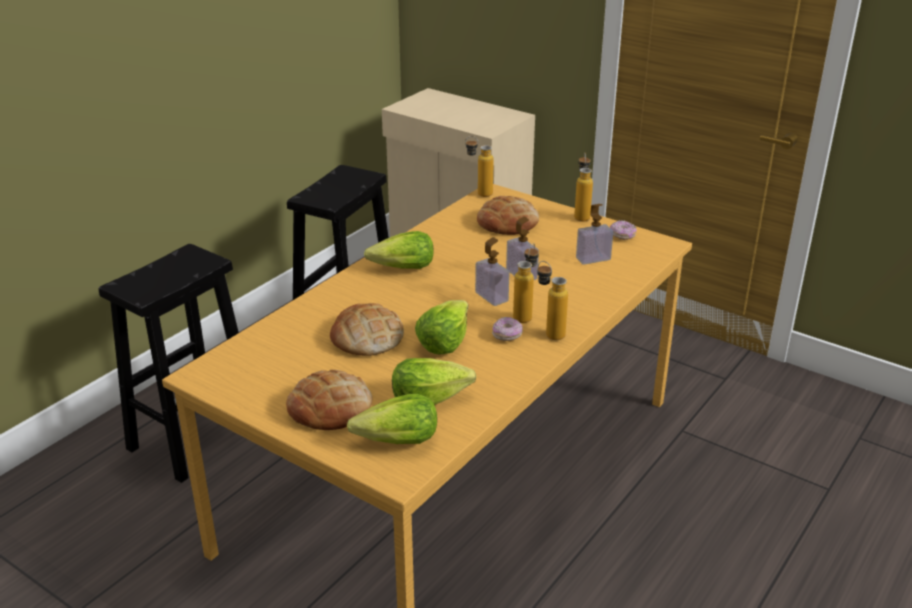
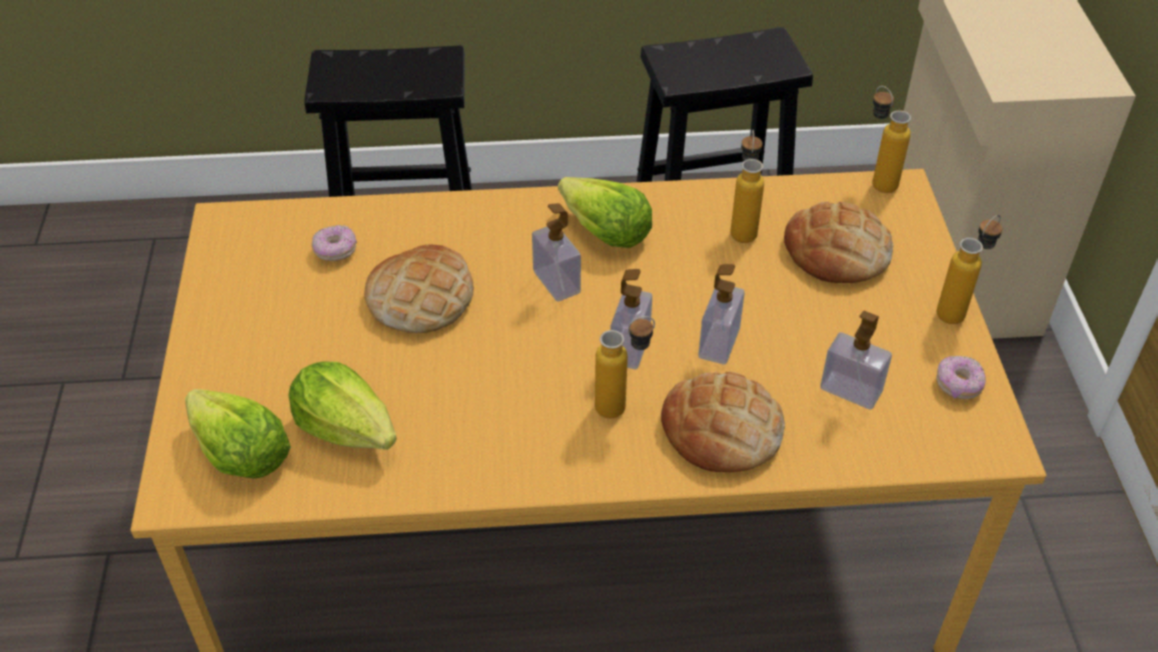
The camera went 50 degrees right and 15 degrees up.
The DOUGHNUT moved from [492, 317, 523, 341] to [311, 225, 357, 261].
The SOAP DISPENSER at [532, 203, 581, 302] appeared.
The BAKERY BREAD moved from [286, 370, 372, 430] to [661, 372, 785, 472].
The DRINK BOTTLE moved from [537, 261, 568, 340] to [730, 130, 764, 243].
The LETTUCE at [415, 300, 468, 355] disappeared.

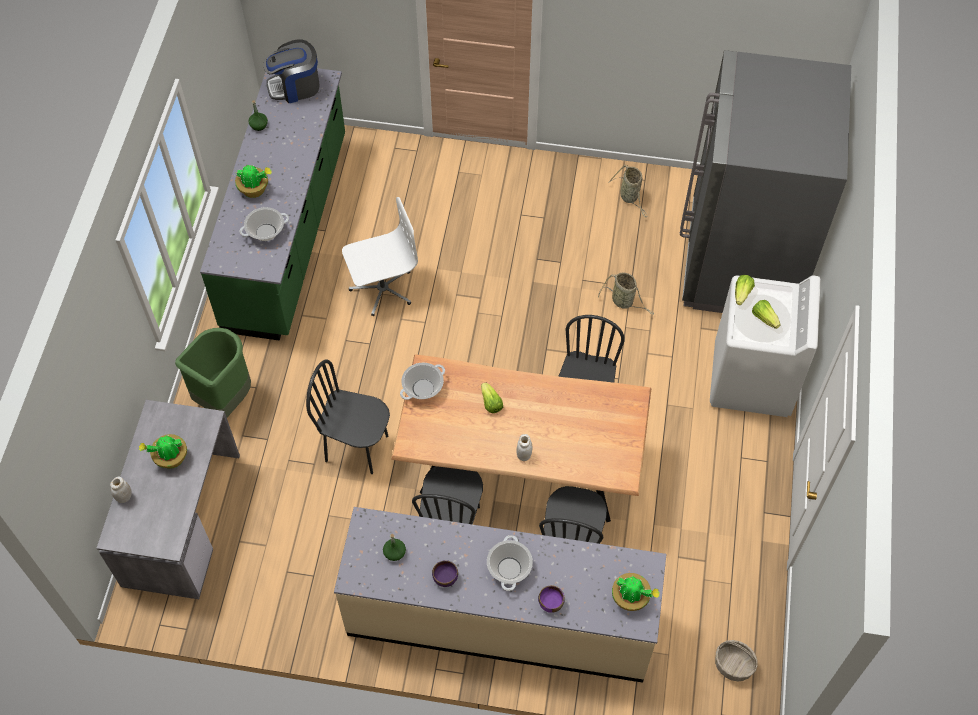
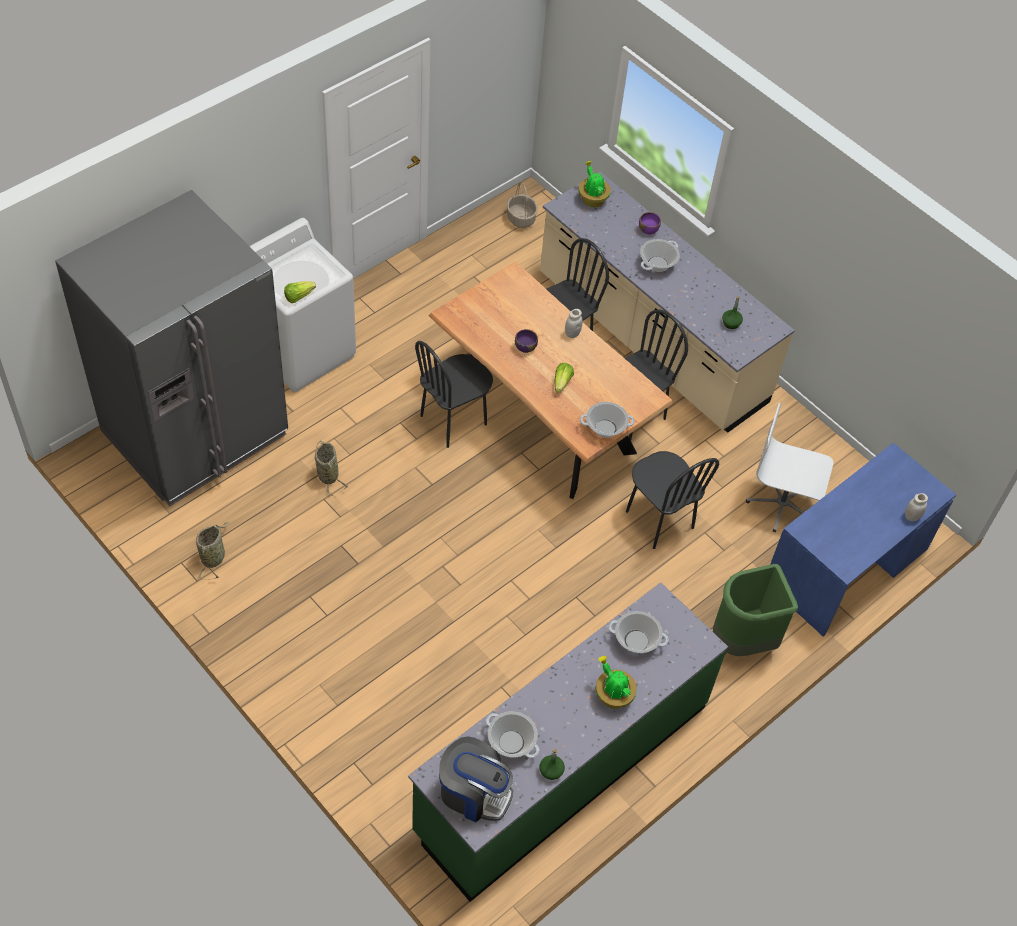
The camera went 145 degrees left and 5 degrees down.
The COOKING POT at [486, 711, 539, 758] appeared.
The PURPLE DEEP DISH moved from [432, 560, 458, 587] to [515, 329, 538, 353].
The WHITE OFFICE CHAIR moved from [342, 197, 418, 316] to [746, 403, 833, 532].
The GREYISH DESK UNIT at [96, 400, 240, 599] became the BLUISH DESK UNIT at [770, 443, 956, 637].
The HOUSEPLANT at [139, 434, 187, 469] disappeared.
The LETTUCE at [752, 300, 781, 329] disappeared.

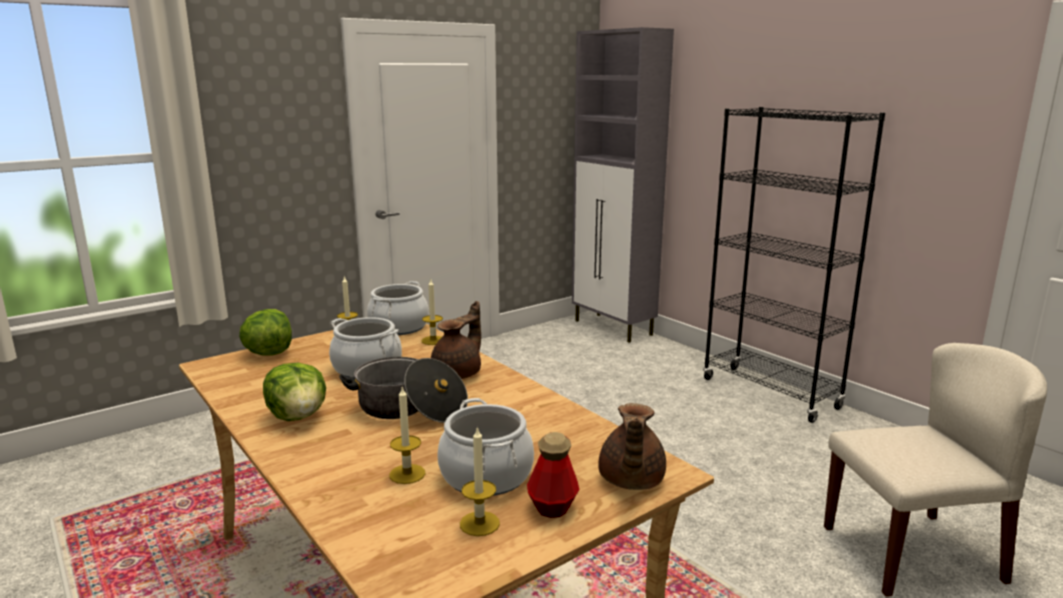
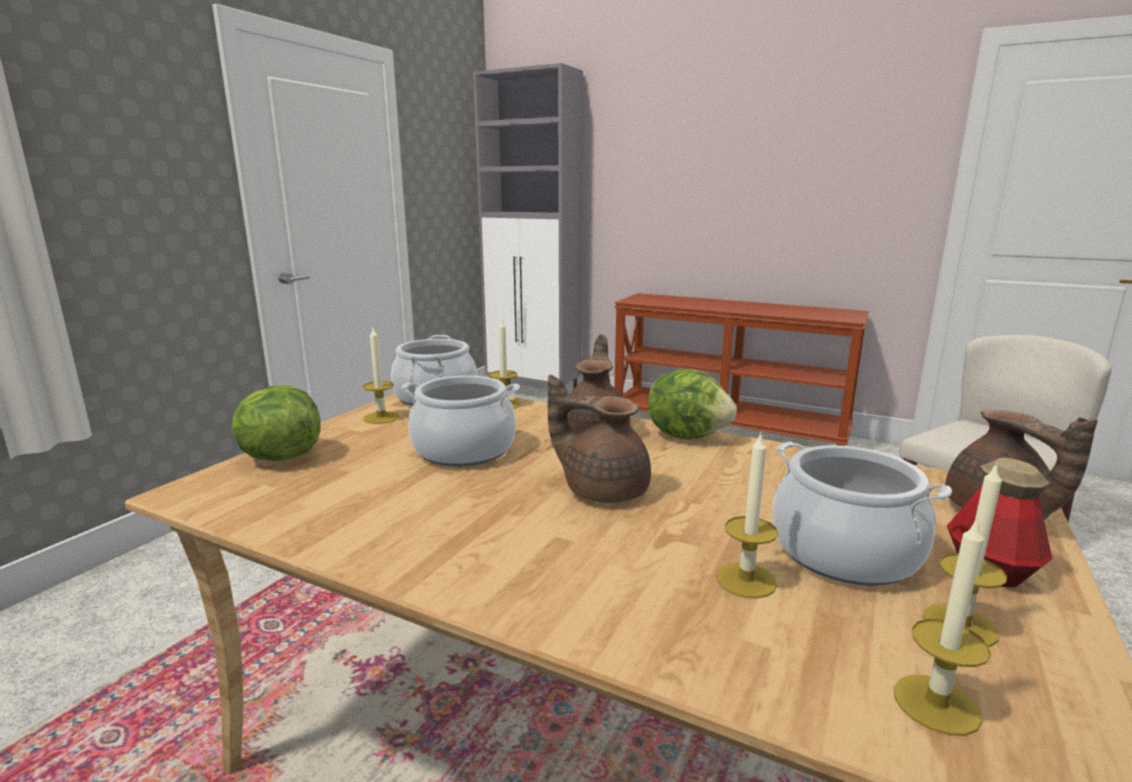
The camera went 25 degrees left and 0 degrees up.
The COOKING POT at [339, 357, 468, 423] was replaced by the BROWN POT FOR TEA at [548, 375, 651, 503].
The BLACKISH BOOKSHELF at [703, 107, 885, 423] was replaced by the BROWN NARROW TABLE at [614, 293, 869, 446].
The LETTUCE moved from [263, 363, 326, 421] to [648, 369, 737, 440].
The WAX LIGHT at [894, 517, 991, 736] appeared.

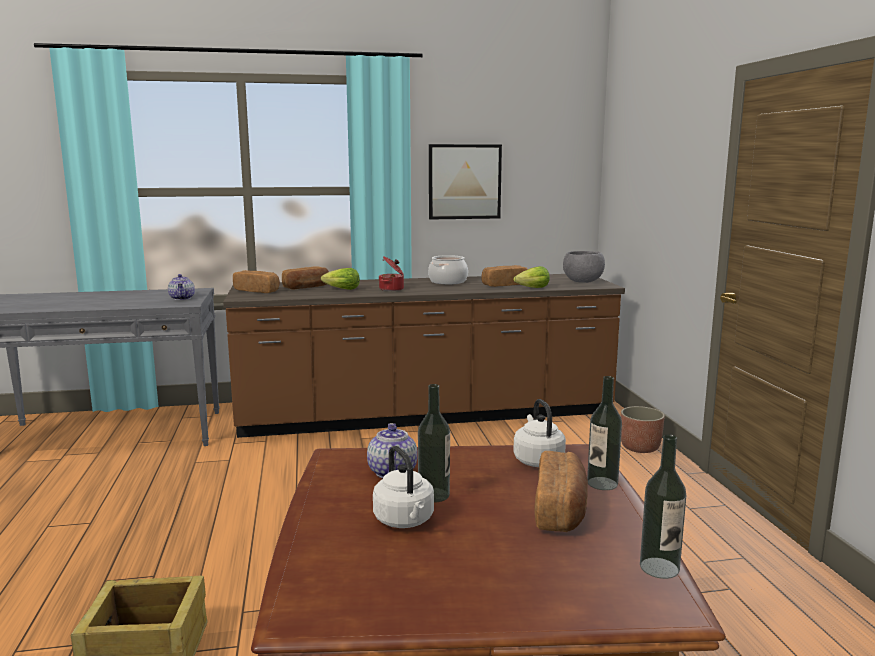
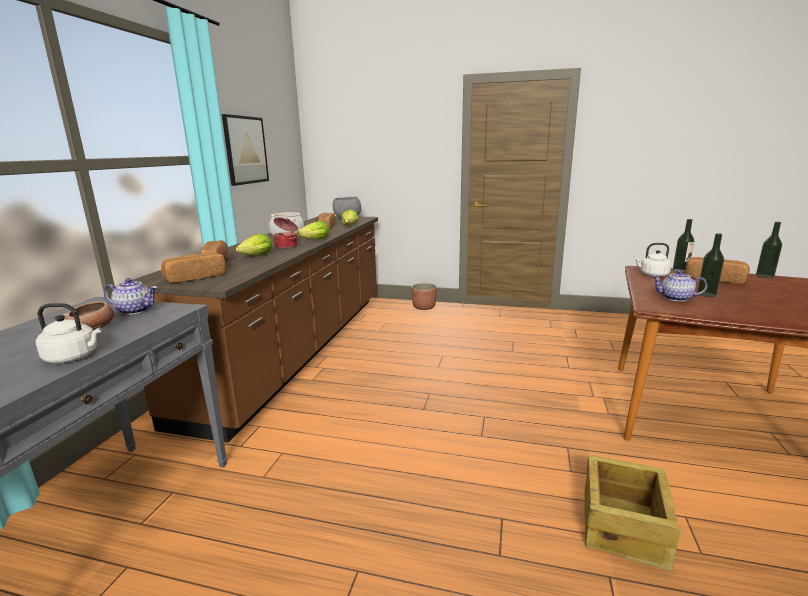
The camera went 65 degrees left and 5 degrees up.
The WHITE KETTLE moved from [373, 446, 434, 528] to [36, 303, 101, 363].
The DEEP DISH at [64, 301, 115, 331] appeared.
The LETTUCE at [297, 221, 329, 239] appeared.

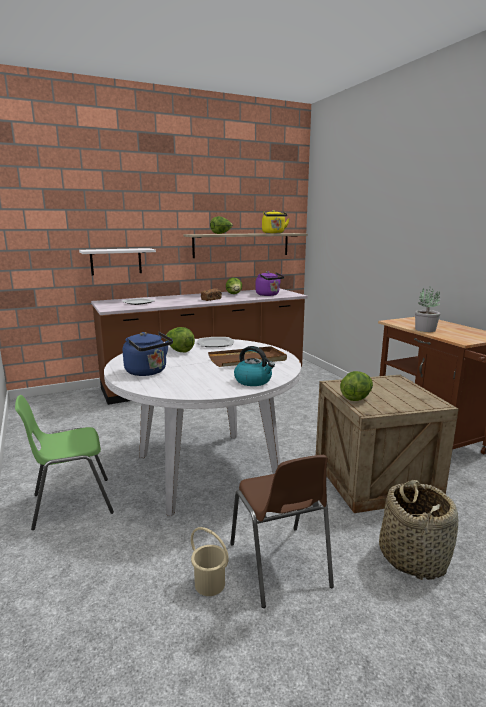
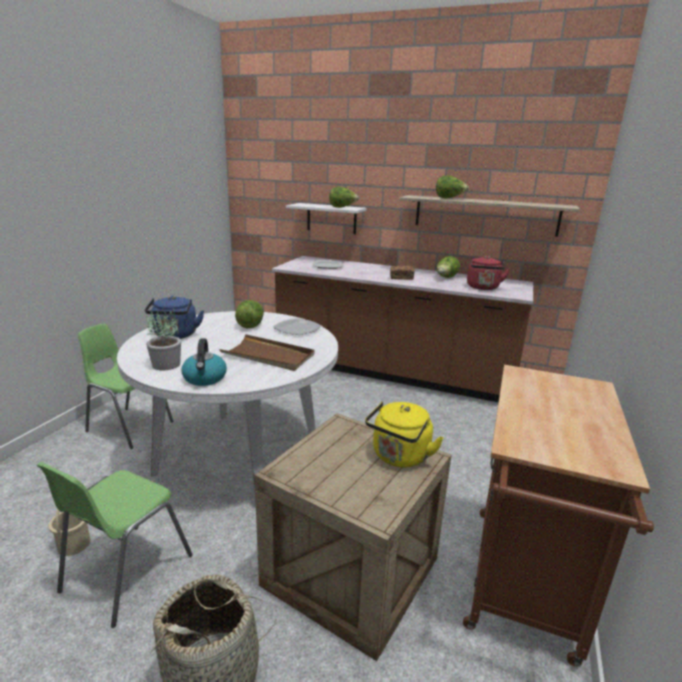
The camera went 45 degrees right and 5 degrees up.
The BROWN CHAIR at [230, 455, 334, 608] became the GREEN-COLOURED CHAIR at [37, 462, 193, 628].
The HOUSEPLANT moved from [415, 287, 440, 332] to [146, 307, 181, 370].
The LETTUCE moved from [340, 371, 373, 401] to [329, 187, 359, 208].
The YELLOWISH KETTLE moved from [262, 210, 290, 234] to [365, 402, 444, 467].
The PURPLE KETTLE at [256, 271, 284, 296] became the REDDISH KETTLE at [467, 256, 510, 290].

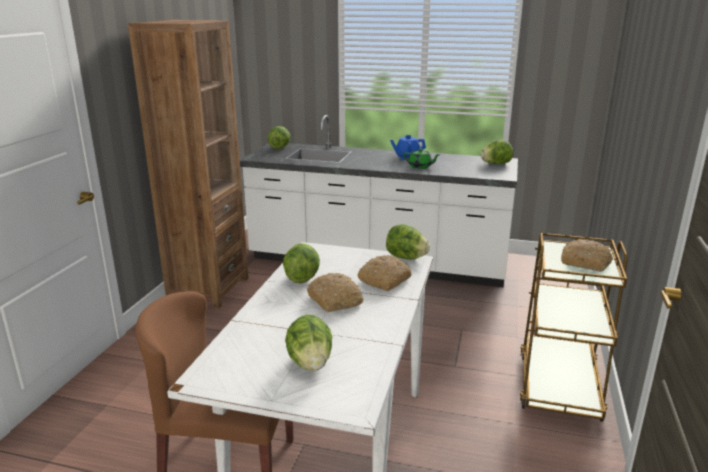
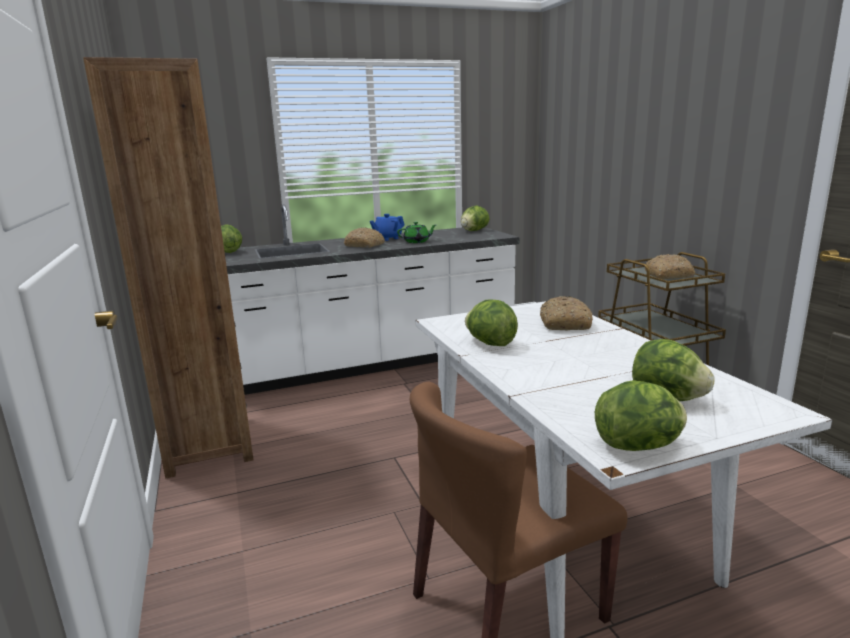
The camera went 35 degrees left and 5 degrees down.
The BAKERY BREAD moved from [307, 273, 363, 312] to [344, 228, 385, 248].
The LETTUCE moved from [386, 224, 430, 260] to [595, 380, 687, 451].

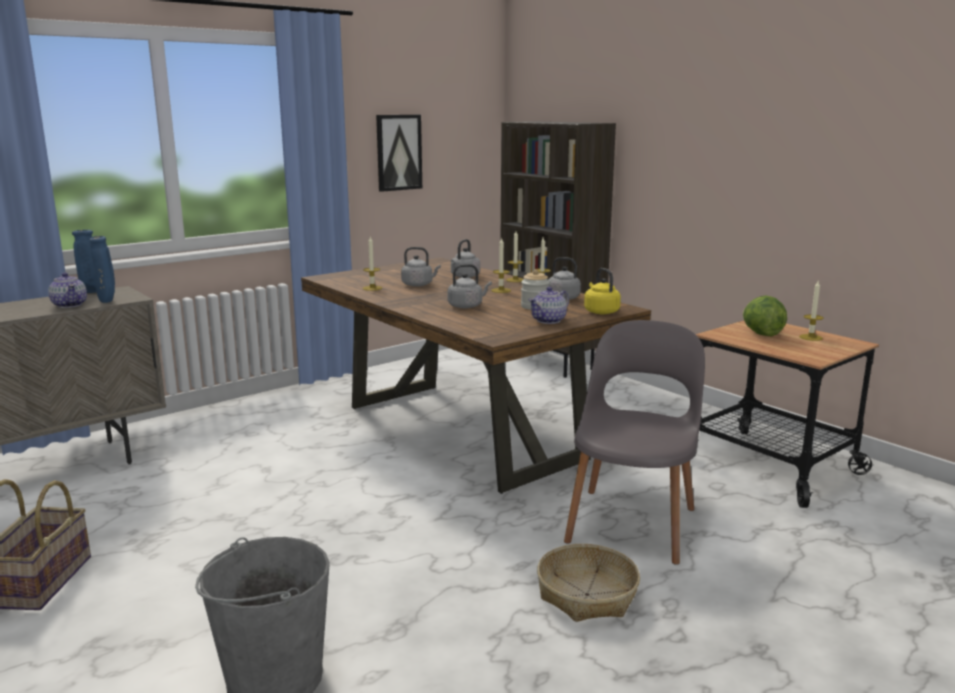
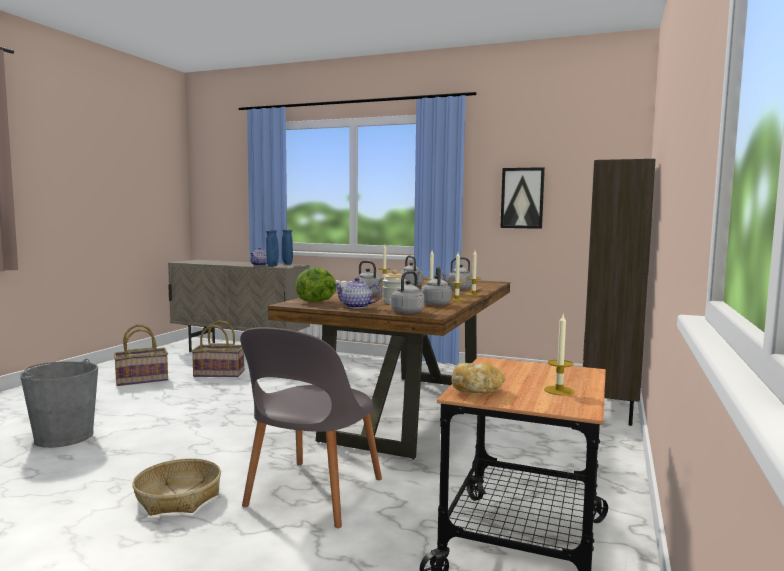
The camera went 60 degrees right and 10 degrees down.
The HOUSEHOLD BASKET at [192, 320, 244, 377] appeared.
The GREYISH CHAIR at [564, 320, 705, 565] turned 120 degrees clockwise.
The LETTUCE moved from [743, 296, 787, 336] to [295, 267, 337, 302].
The YELLOWISH KETTLE at [584, 268, 621, 314] became the GREYISH KETTLE at [391, 271, 426, 314].
The BAKERY BREAD at [452, 363, 506, 393] appeared.

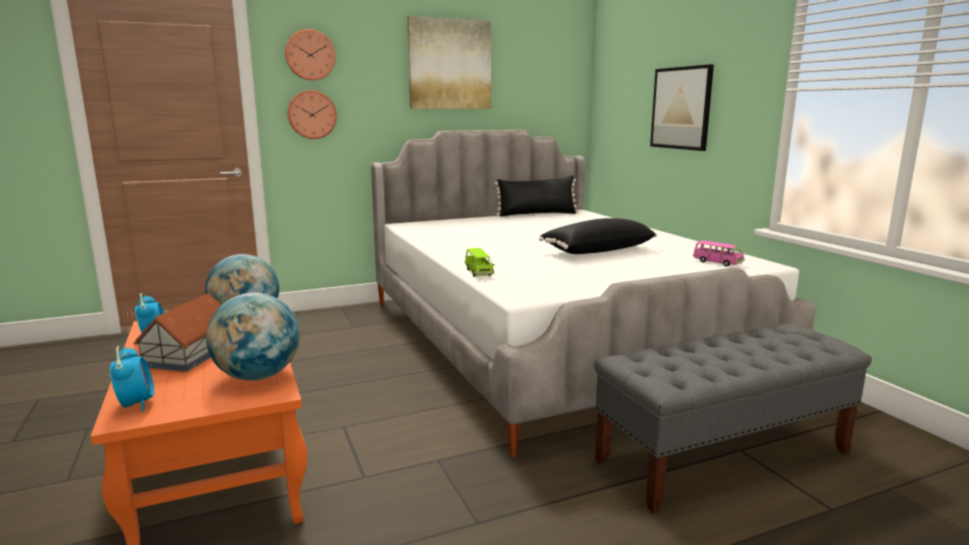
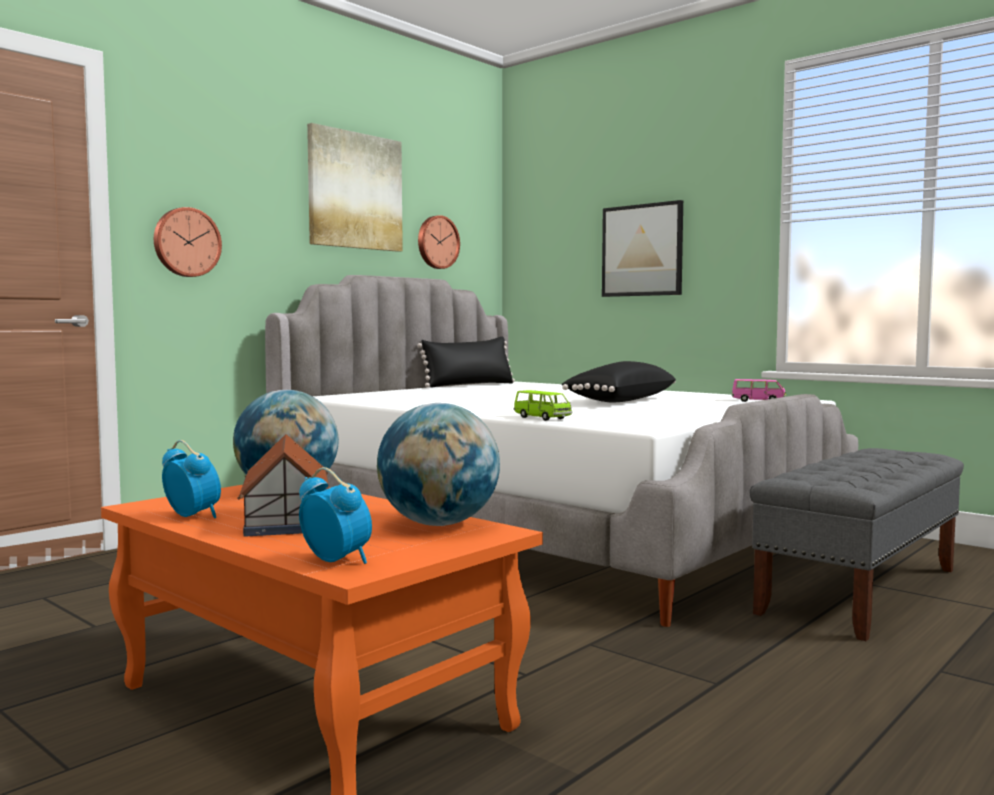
The camera went 25 degrees left and 10 degrees down.
The CLOCK ON THE WALL moved from [285, 29, 335, 80] to [418, 215, 460, 269].

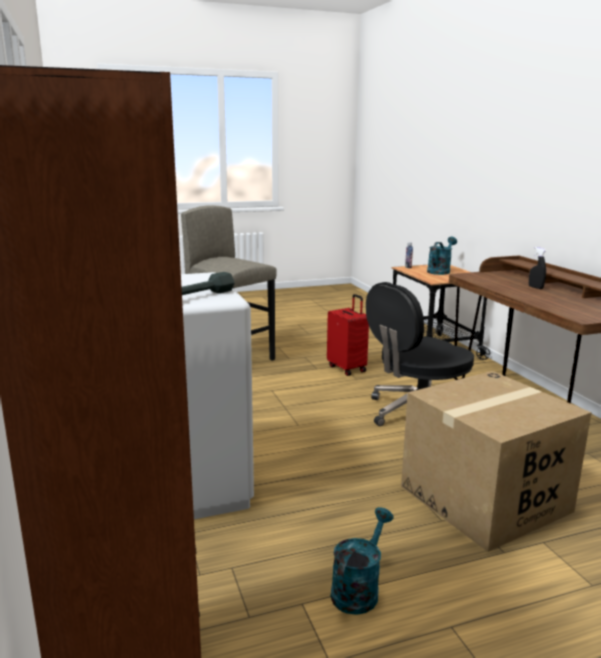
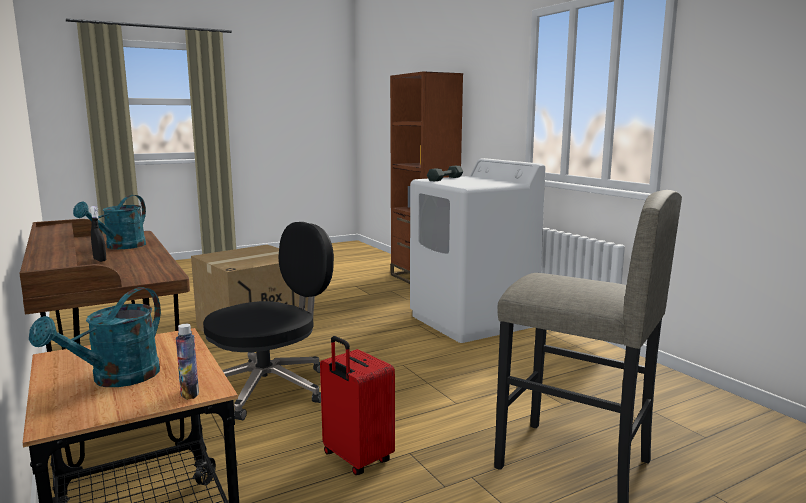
The camera went 170 degrees right and 5 degrees down.
The BLUE-GREEN WATERING POT moved from [331, 507, 394, 615] to [73, 195, 146, 249].

